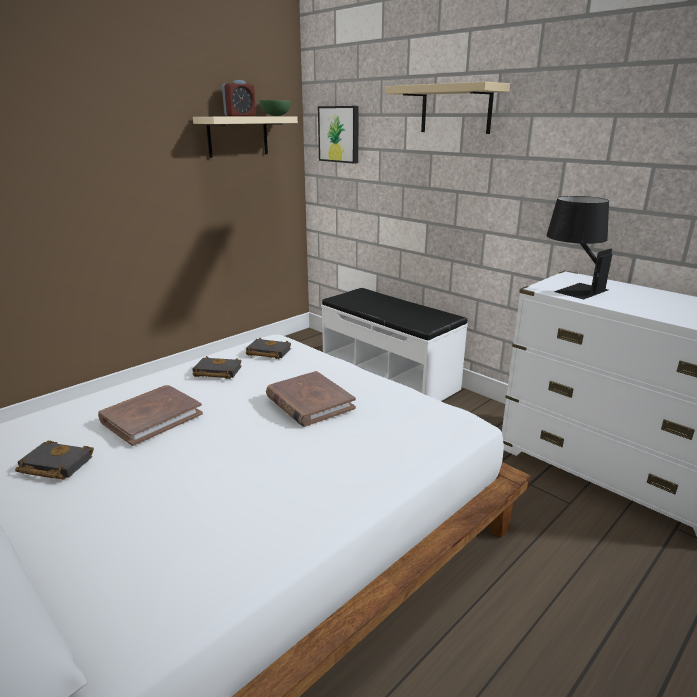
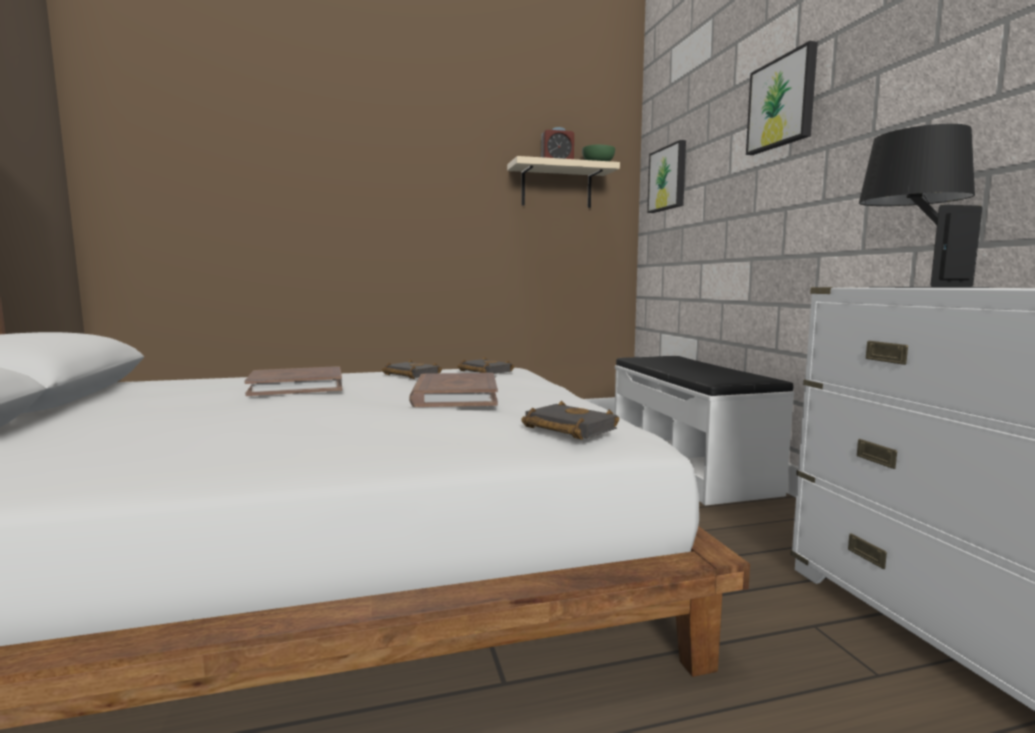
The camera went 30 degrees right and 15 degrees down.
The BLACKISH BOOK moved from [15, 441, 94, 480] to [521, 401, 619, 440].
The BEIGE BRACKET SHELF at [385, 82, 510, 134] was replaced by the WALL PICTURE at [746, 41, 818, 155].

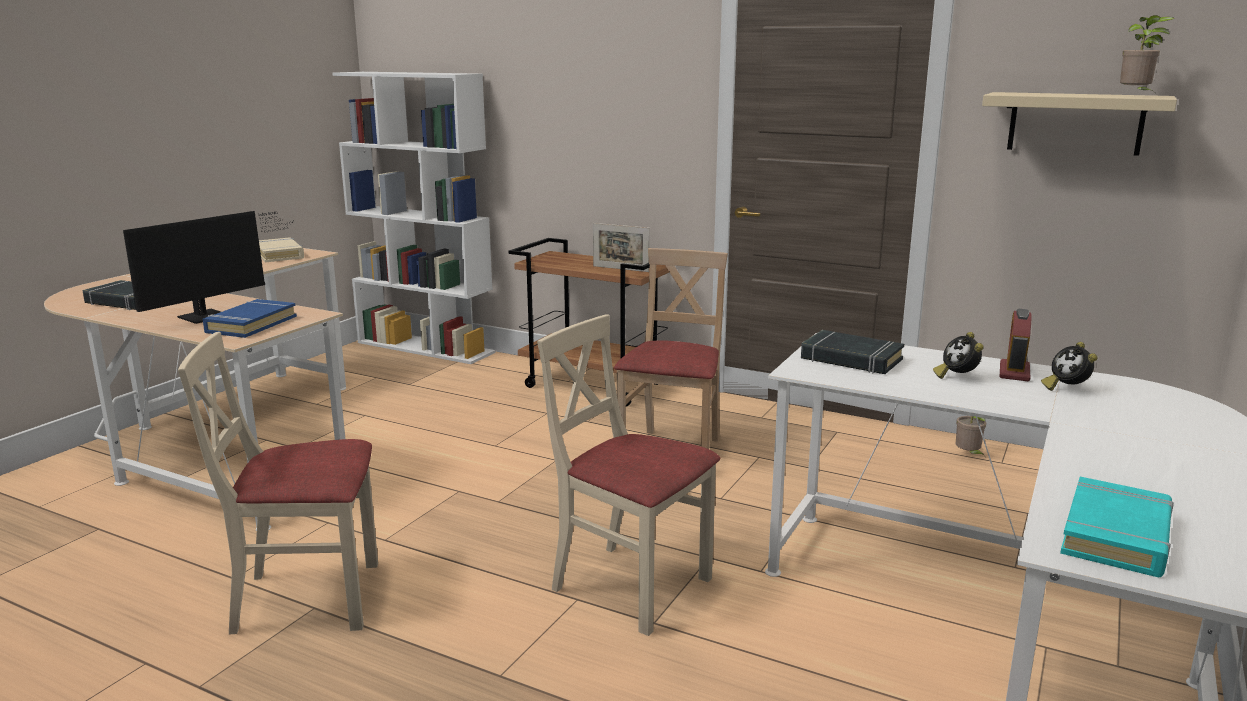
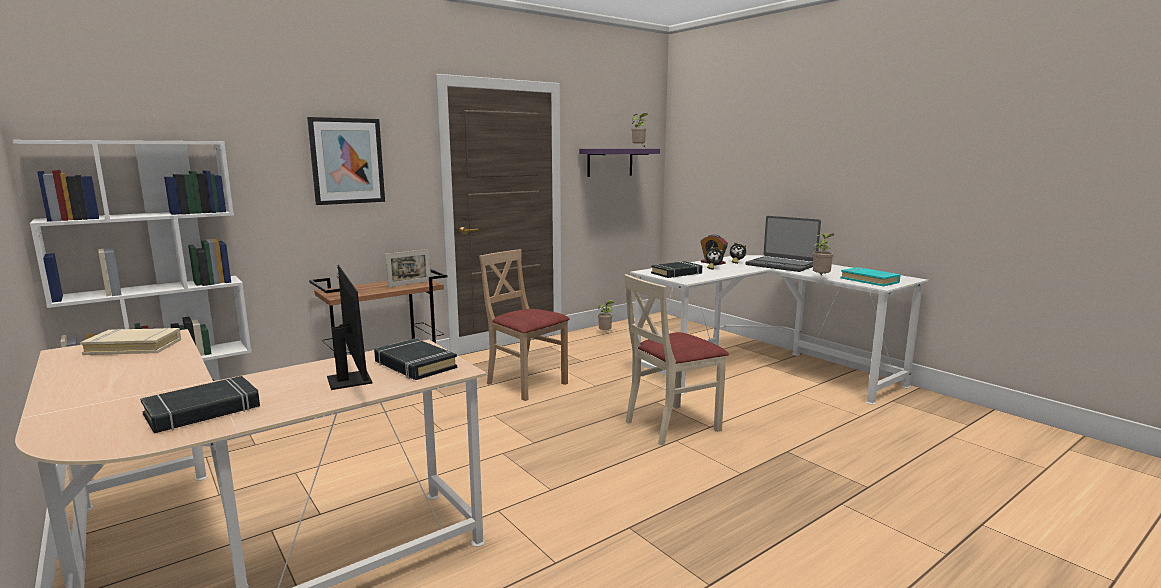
The camera went 65 degrees left and 5 degrees down.
The WALL PICTURE at [307, 117, 385, 205] appeared.
The BLUISH BOOK at [203, 299, 297, 338] became the BLACKISH BOOK at [374, 338, 457, 380].
The BEIGE BRACKET SHELF at [982, 92, 1177, 156] became the PURPLE BRACKET SHELF at [579, 149, 660, 177].
The PORTABLE COMPUTER at [746, 216, 821, 272] appeared.
The HOUSEPLANT at [813, 233, 835, 275] appeared.
The BEIGE CHAIR at [178, 332, 378, 634] disappeared.

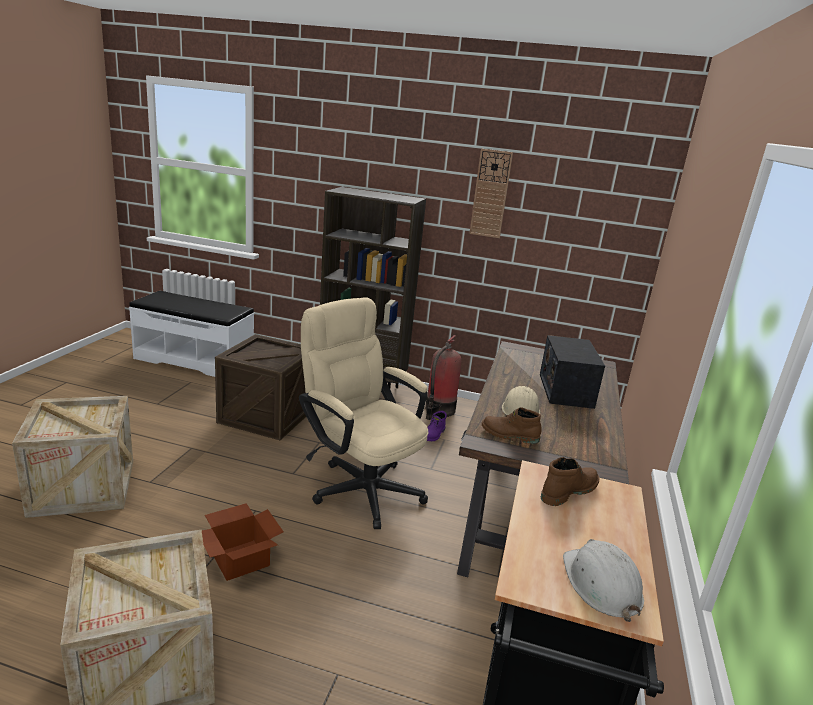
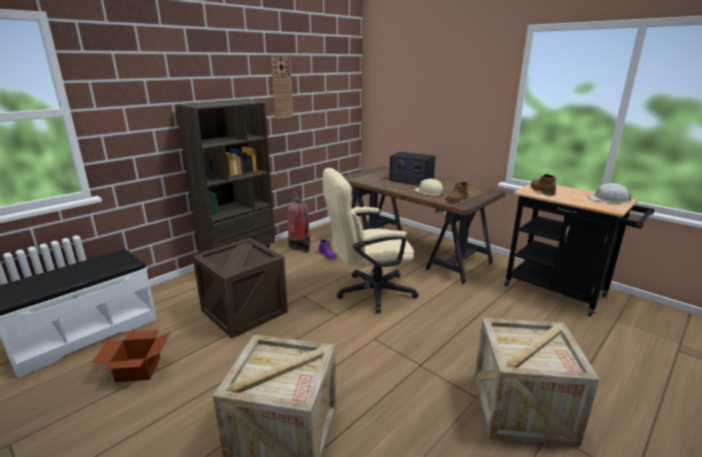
The camera went 60 degrees left and 0 degrees up.
The CARTON moved from [202, 503, 284, 581] to [92, 329, 170, 383].

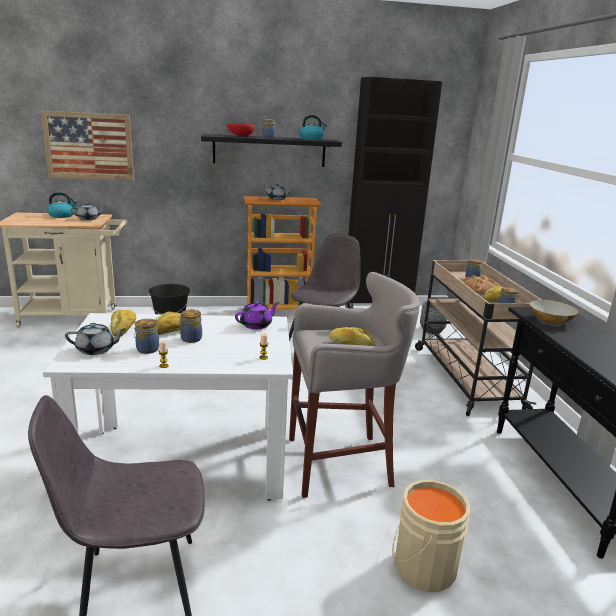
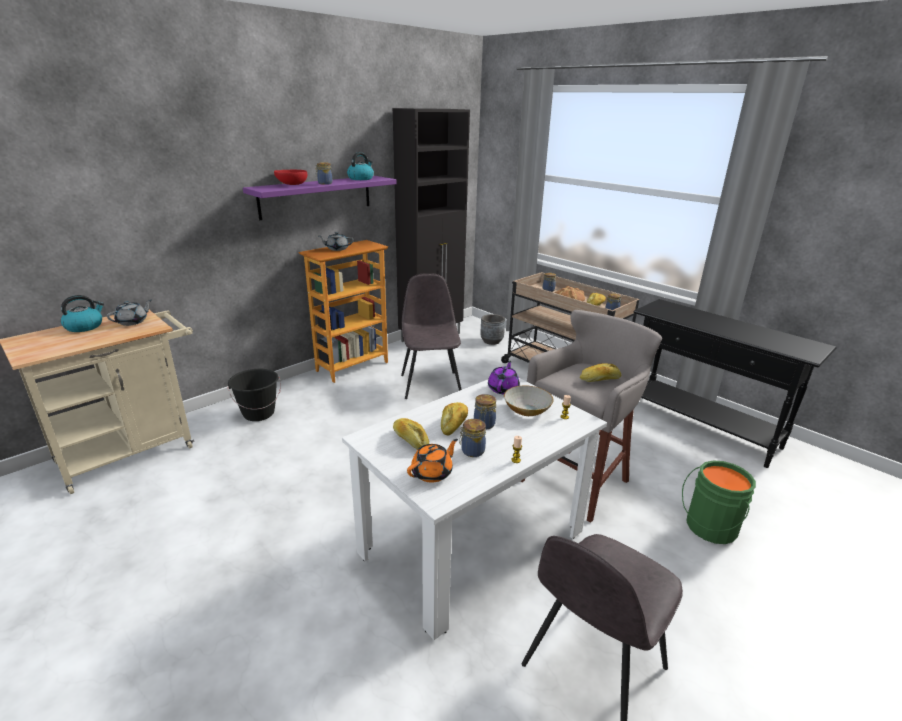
The camera went 35 degrees left and 5 degrees up.
The BLACKISH BRACKET SHELF at [201, 134, 342, 167] became the PURPLE BRACKET SHELF at [243, 176, 397, 220].
The GREYISH POT FOR TEA at [65, 323, 126, 355] became the ORANGE POT FOR TEA at [407, 439, 458, 483].
The DEEP DISH moved from [530, 300, 578, 325] to [504, 386, 554, 416].
The BEIGE PAIL at [392, 480, 470, 592] became the GREEN-COLOURED PAIL at [682, 460, 756, 544].
The WALL PICTURE at [41, 111, 134, 181] disappeared.

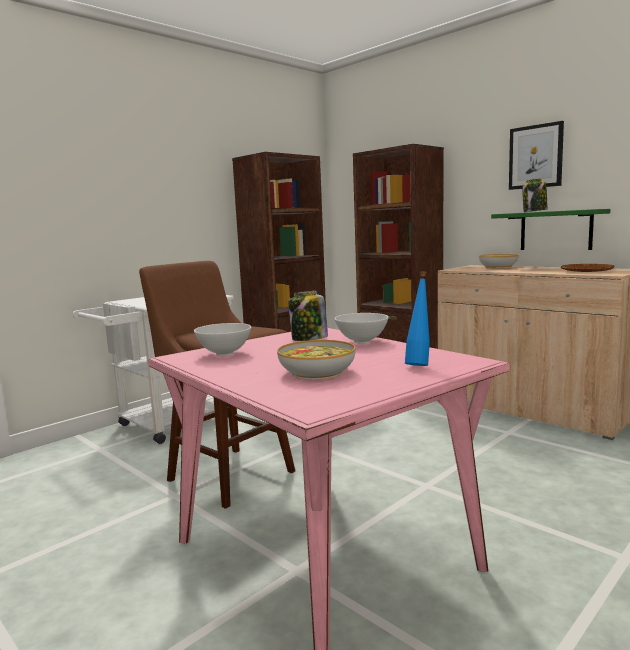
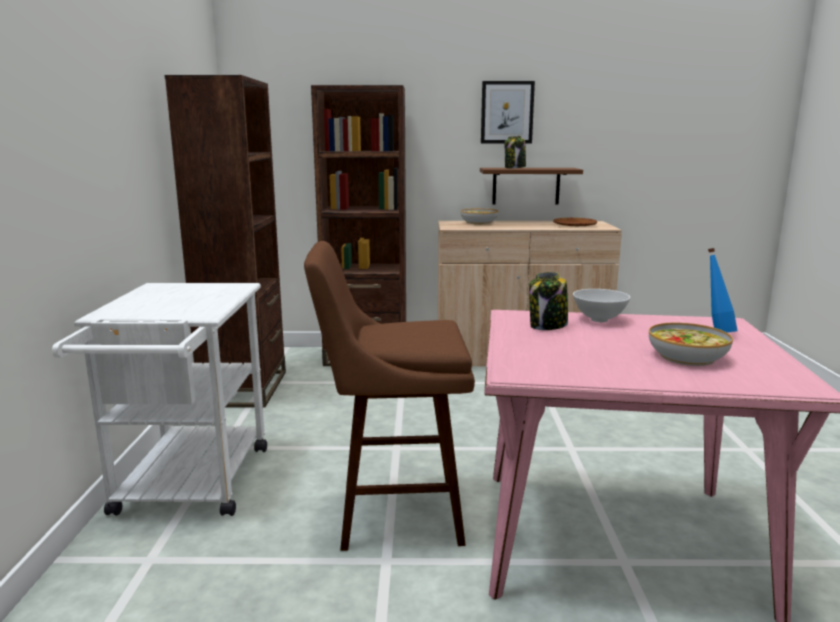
The camera went 45 degrees left and 5 degrees up.
The GREEN-COLOURED BRACKET SHELF at [491, 209, 610, 250] became the BROWN BRACKET SHELF at [480, 168, 583, 205].
The WHITE DEEP DISH at [194, 323, 251, 356] disappeared.

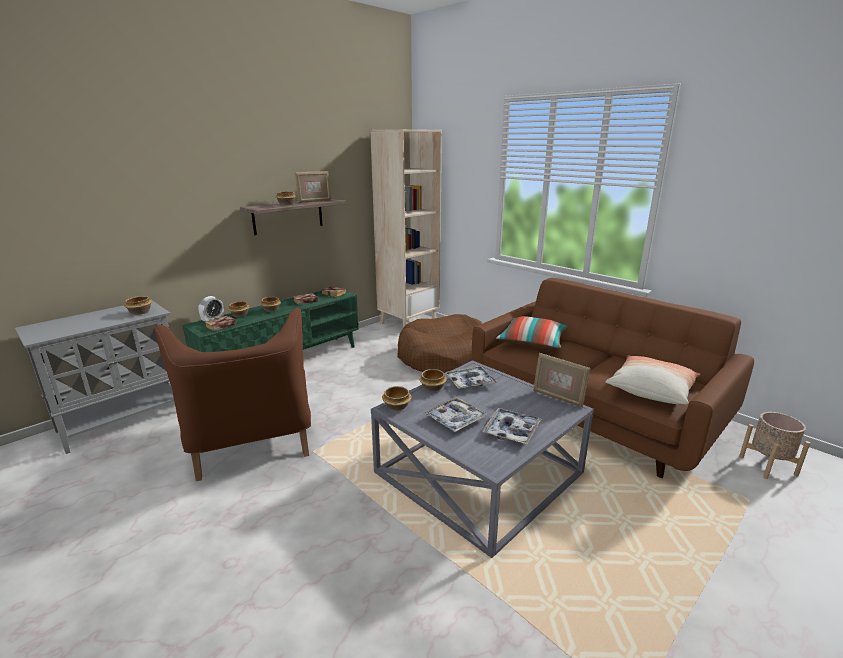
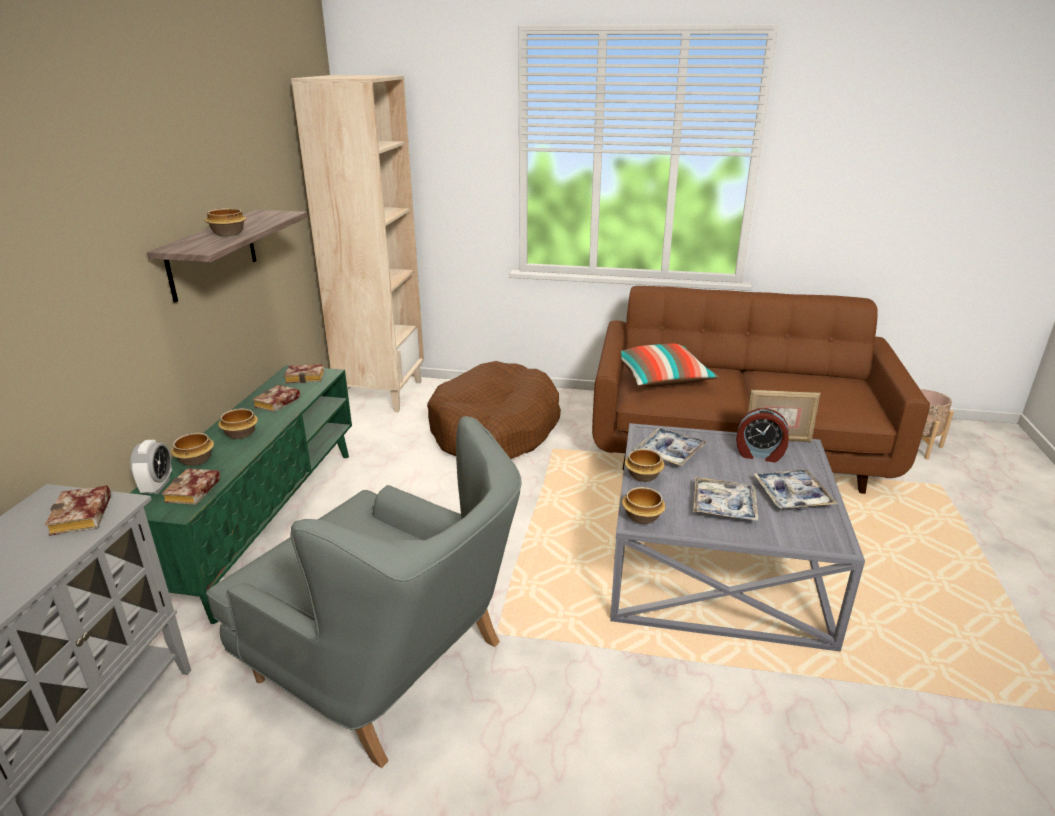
The camera went 35 degrees left and 5 degrees up.
The DEEP DISH at [124, 296, 152, 315] was replaced by the BOOK at [45, 485, 111, 536].
The BROWN EASY CHAIR at [154, 308, 311, 481] became the GREYISH EASY CHAIR at [206, 416, 522, 768].
The TABLE CLOCK at [736, 408, 789, 463] appeared.
The STANDING FRAME at [295, 171, 331, 203] disappeared.
The CUSHION at [605, 355, 700, 404] disappeared.

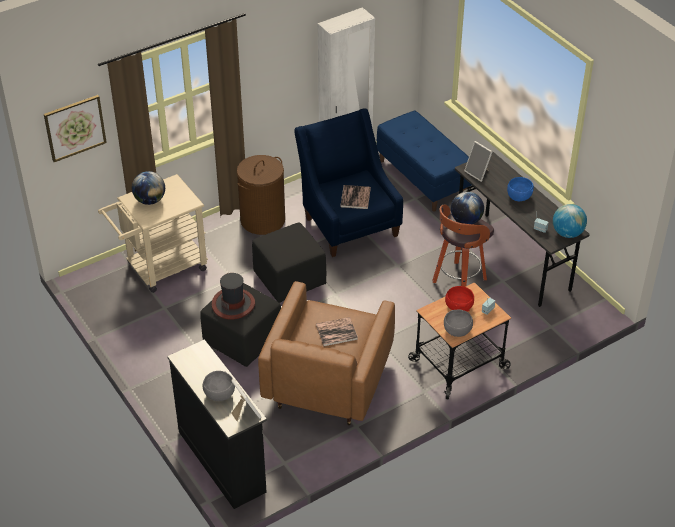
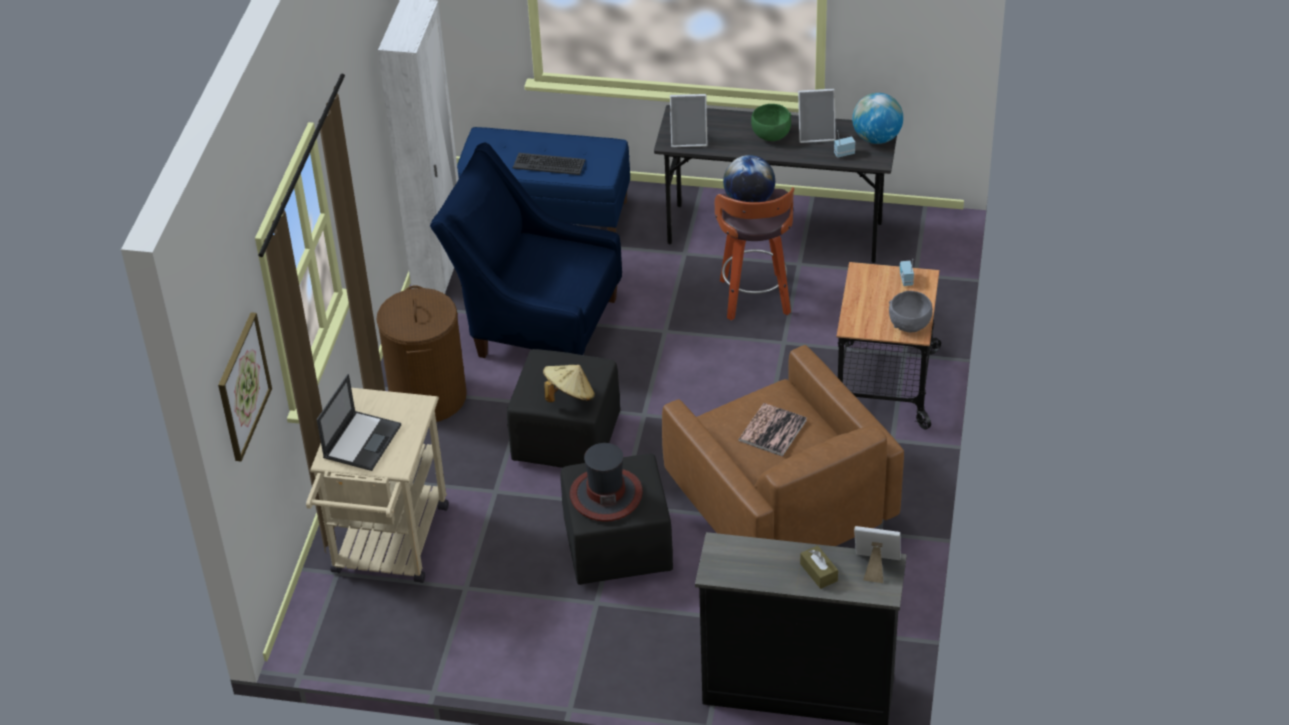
The camera went 45 degrees left and 0 degrees up.
The WORLD GLOBE at [132, 171, 165, 205] was replaced by the PORTABLE COMPUTER at [316, 374, 401, 471].
The KEYBOARD at [513, 153, 585, 175] appeared.
The BEIGE WEARABLE HAT at [543, 365, 595, 402] appeared.
The BLUISH DEEP DISH at [507, 177, 534, 201] became the GREEN-COLOURED DEEP DISH at [751, 104, 791, 141].
The STANDING FRAME at [798, 89, 836, 143] appeared.
The GREYISH DEEP DISH at [203, 371, 235, 401] was replaced by the BROWN TISSUE BOX at [800, 545, 838, 589].
The BOOK at [340, 185, 371, 209] disappeared.
The REDDISH DEEP DISH at [445, 286, 474, 311] disappeared.

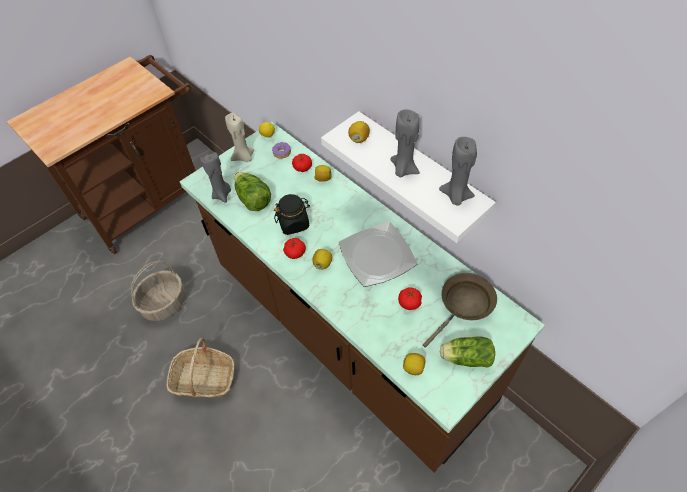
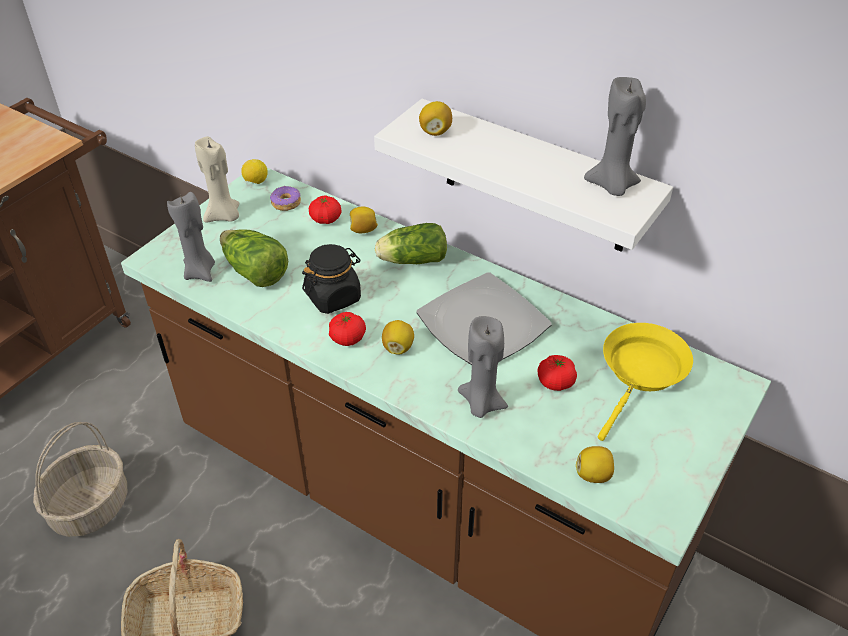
The camera went 15 degrees left and 10 degrees down.
The LETTUCE moved from [440, 336, 495, 367] to [375, 223, 447, 264].
The GREYISH WAX LIGHT moved from [390, 109, 420, 177] to [458, 316, 508, 418].
The BROWN FRYING PAN at [423, 273, 497, 348] became the YELLOWISH FRYING PAN at [598, 323, 693, 441].

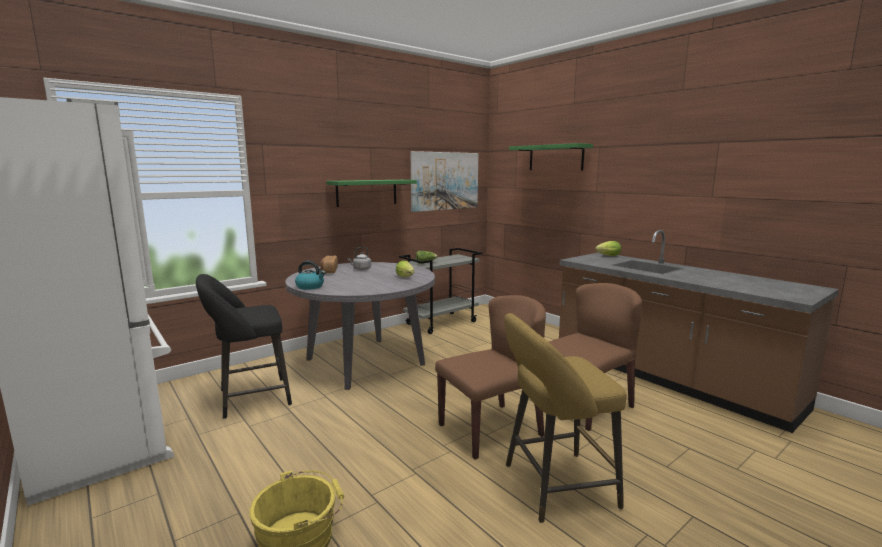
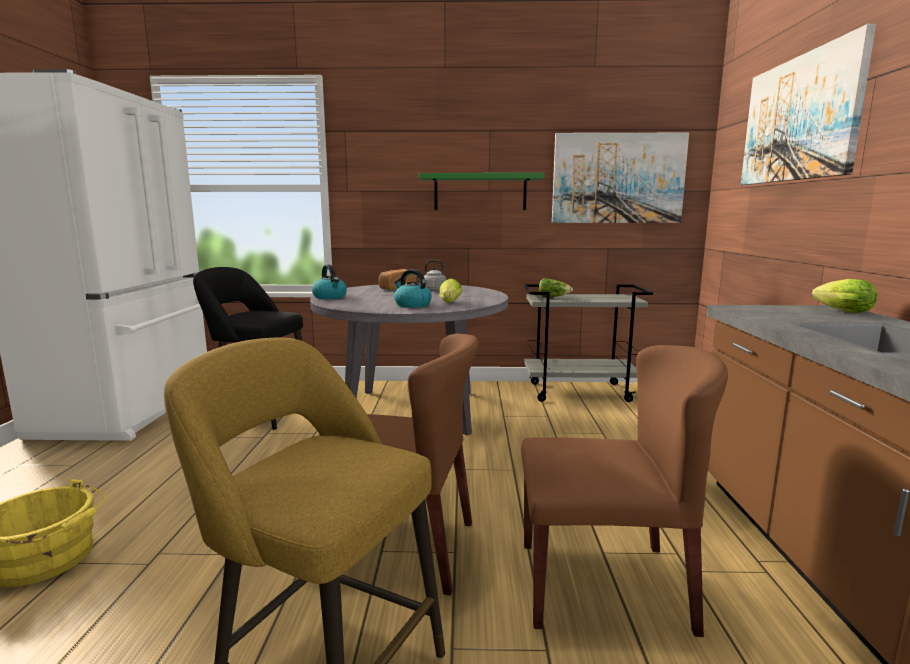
The camera went 40 degrees right and 0 degrees up.
The KETTLE at [394, 269, 432, 308] appeared.
The GREEN-COLOURED BRACKET SHELF at [509, 143, 593, 170] was replaced by the WALL PICTURE at [741, 24, 876, 185].

